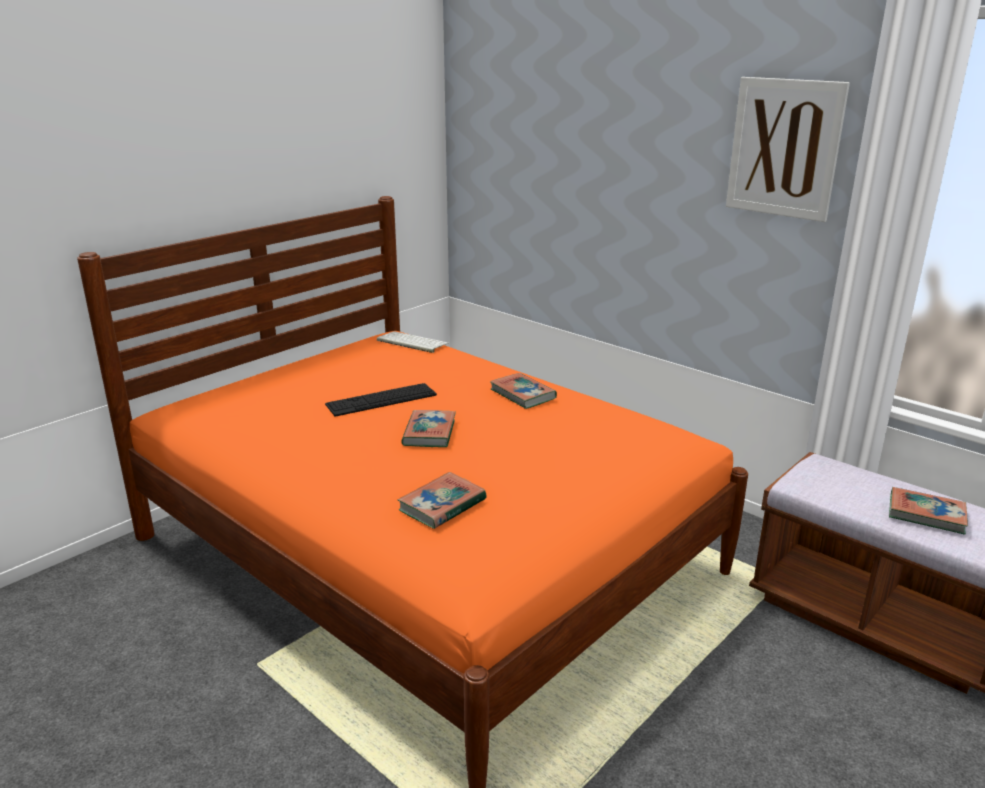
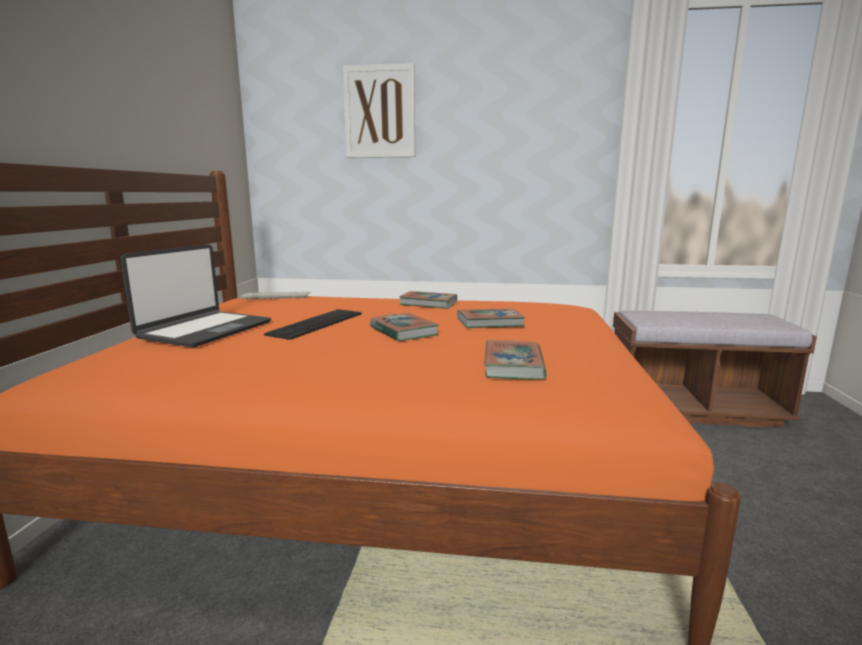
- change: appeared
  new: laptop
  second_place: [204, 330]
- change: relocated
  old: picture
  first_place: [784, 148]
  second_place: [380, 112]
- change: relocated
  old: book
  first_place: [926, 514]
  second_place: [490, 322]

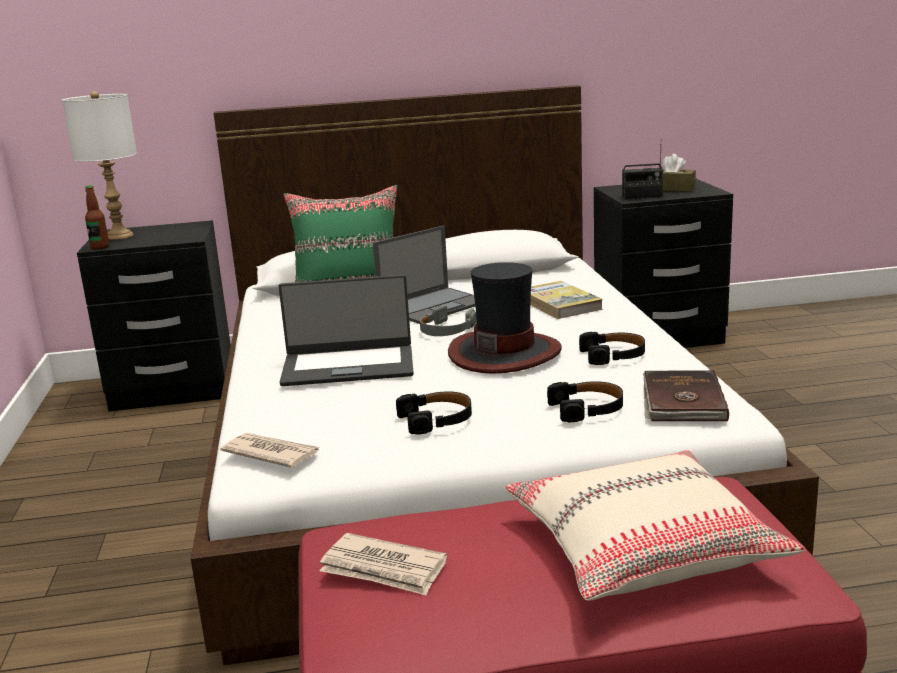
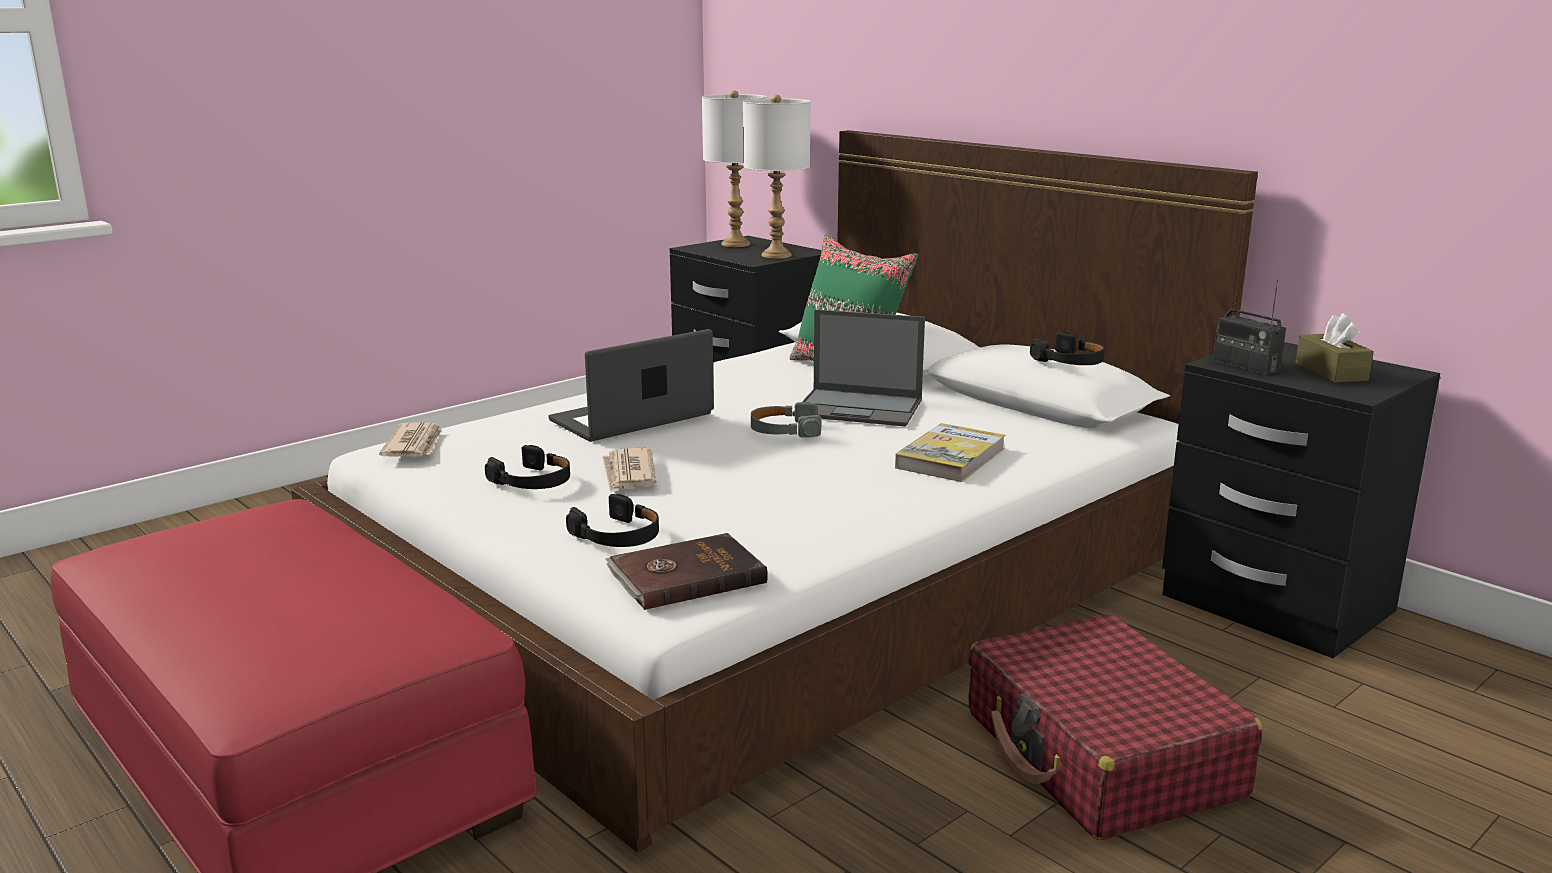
- change: spun
  old: laptop
  first_place: [348, 366]
  second_place: [633, 418]
  degrees: 90
- change: relocated
  old: newspaper
  first_place: [383, 569]
  second_place: [628, 474]
- change: appeared
  new: white table lamp
  second_place: [777, 255]
- change: appeared
  new: red suitcase
  second_place: [1101, 755]
- change: relocated
  old: black headphones
  first_place: [613, 355]
  second_place: [1070, 361]
- change: missing
  old: bottle
  first_place: [100, 247]
- change: missing
  old: hat
  first_place: [504, 353]
- change: missing
  old: beige pillow
  first_place: [643, 546]

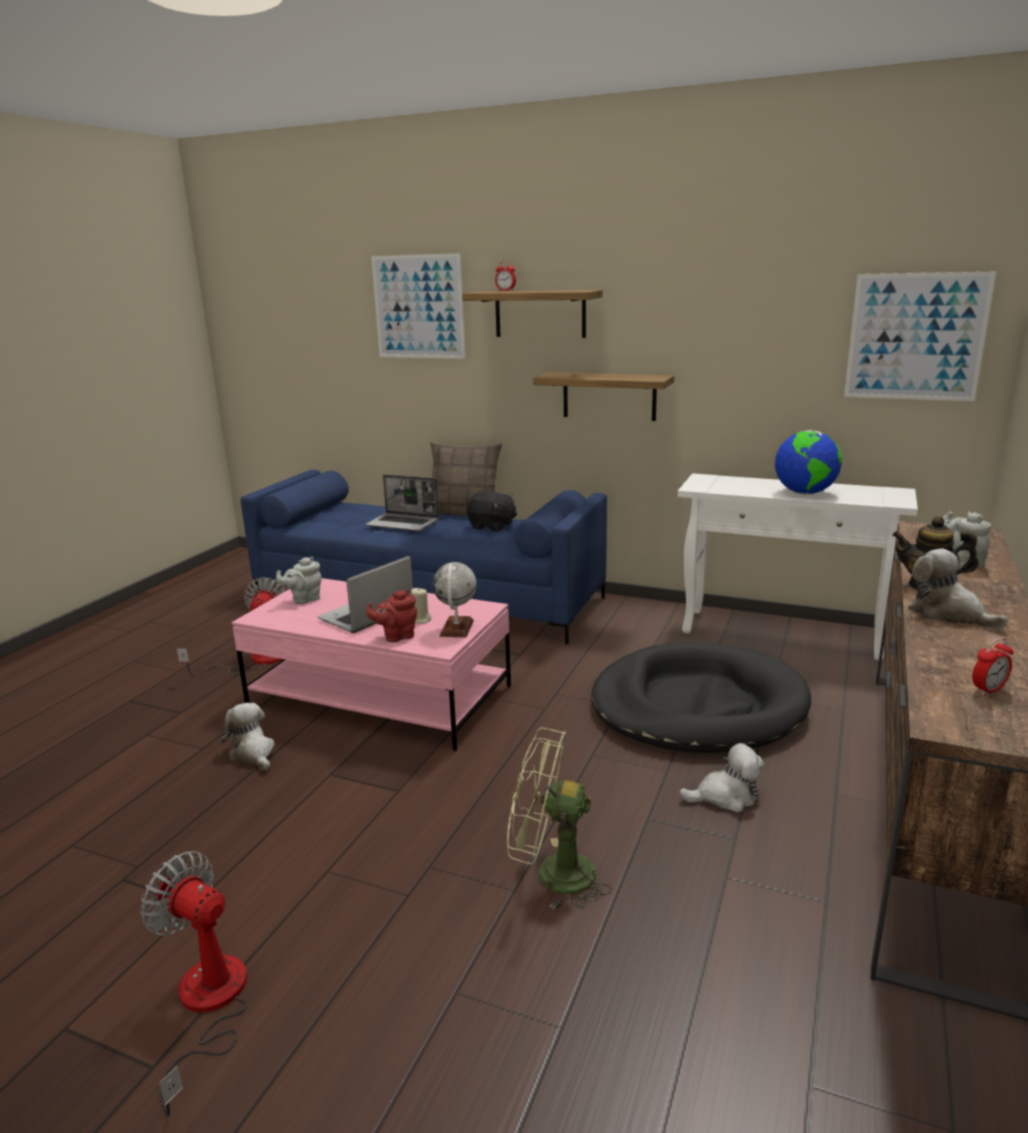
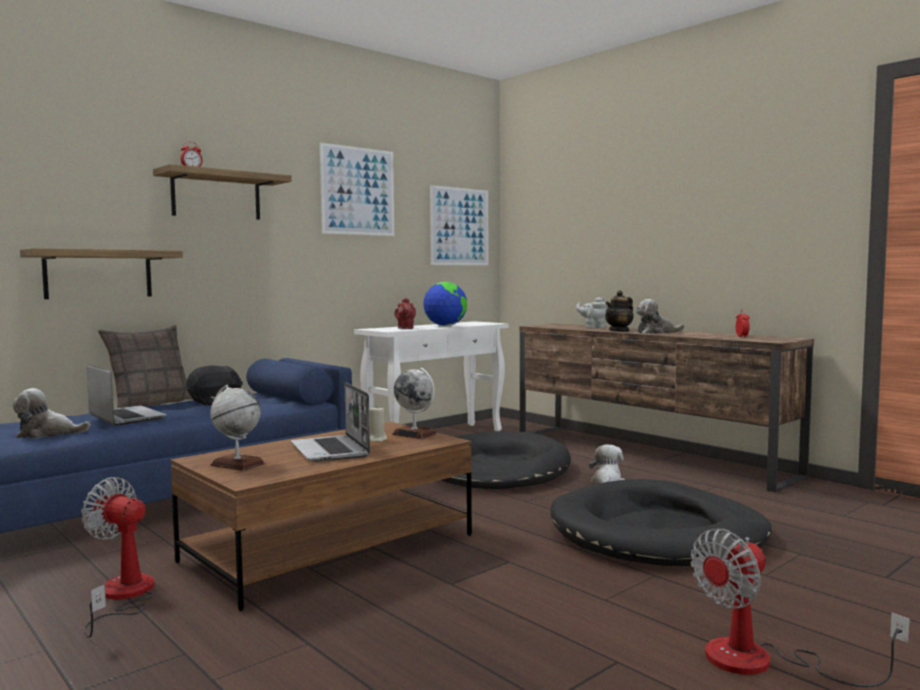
- change: relocated
  old: plush toy
  first_place: [253, 753]
  second_place: [47, 434]
- change: relocated
  old: shelf
  first_place: [609, 396]
  second_place: [98, 274]
- change: spun
  old: laptop
  first_place: [404, 523]
  second_place: [125, 417]
  degrees: -90
- change: colour
  old: pink coffee table
  new: brown coffee table
  first_place: [380, 696]
  second_place: [330, 548]
- change: exchanged
  old: grey teapot
  new: globe
  first_place: [304, 599]
  second_place: [237, 464]
- change: relocated
  old: picture
  first_place: [418, 307]
  second_place: [358, 191]
- change: relocated
  old: red teapot
  first_place: [396, 636]
  second_place: [405, 328]
- change: exchanged
  old: green fan
  new: black dog bed
  first_place: [552, 874]
  second_place: [658, 533]

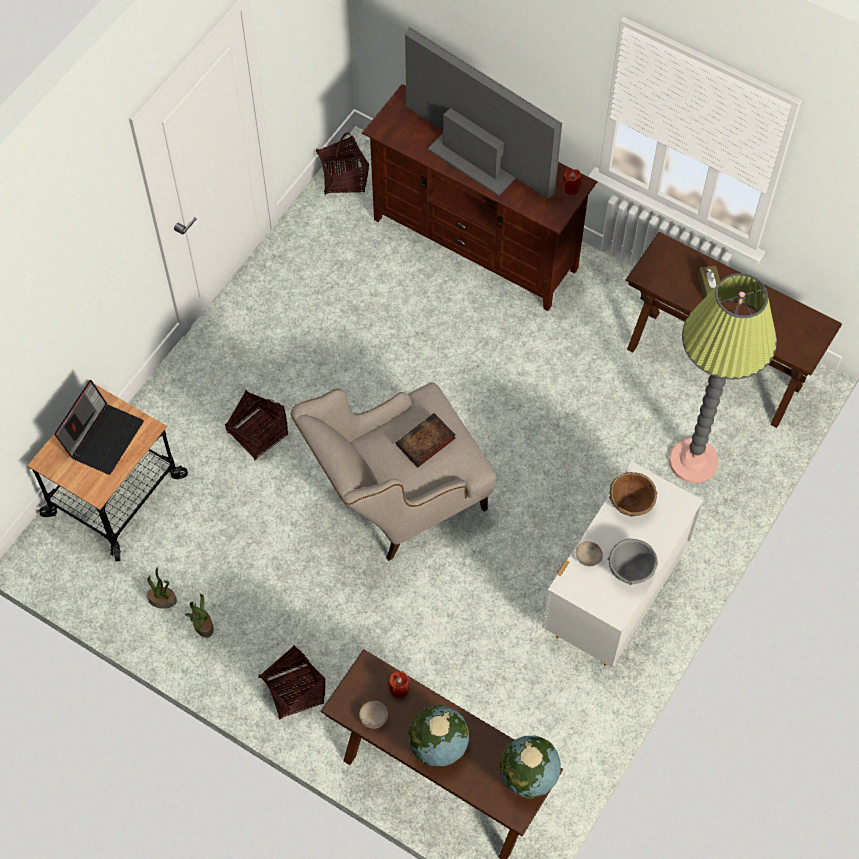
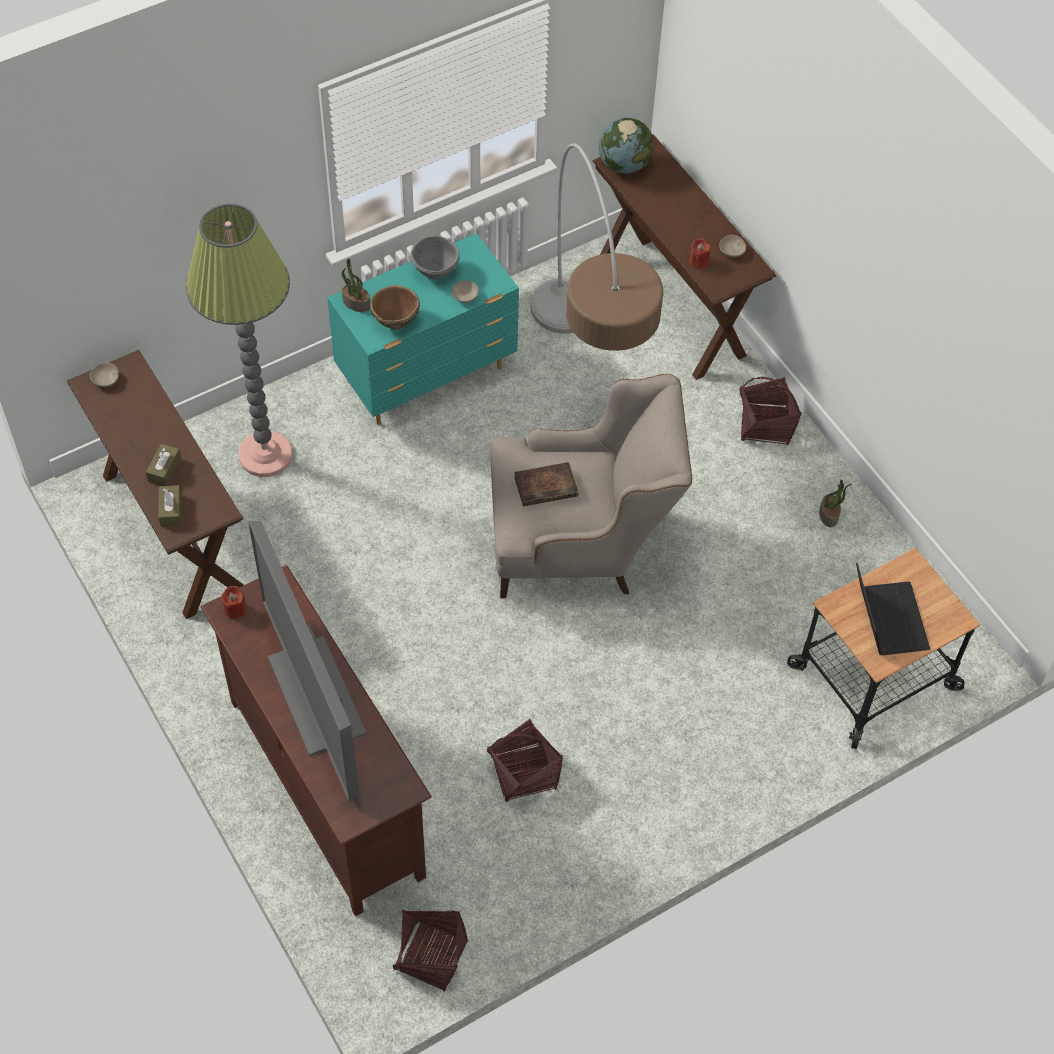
- change: appeared
  new: beige bowl
  second_place: [105, 379]
- change: appeared
  new: brown tissue box
  second_place: [171, 510]
- change: colour
  old: white dresser
  new: turquoise dresser
  first_place: [612, 597]
  second_place: [428, 377]
- change: relocated
  old: potted plant
  first_place: [163, 599]
  second_place: [355, 303]
- change: relocated
  old: basket
  first_place: [257, 434]
  second_place: [524, 773]
- change: appeared
  new: floor lamp
  second_place: [586, 379]
- change: spun
  old: laptop
  first_place: [103, 437]
  second_place: [886, 619]
  degrees: 120
- change: missing
  old: globe
  first_place: [438, 745]

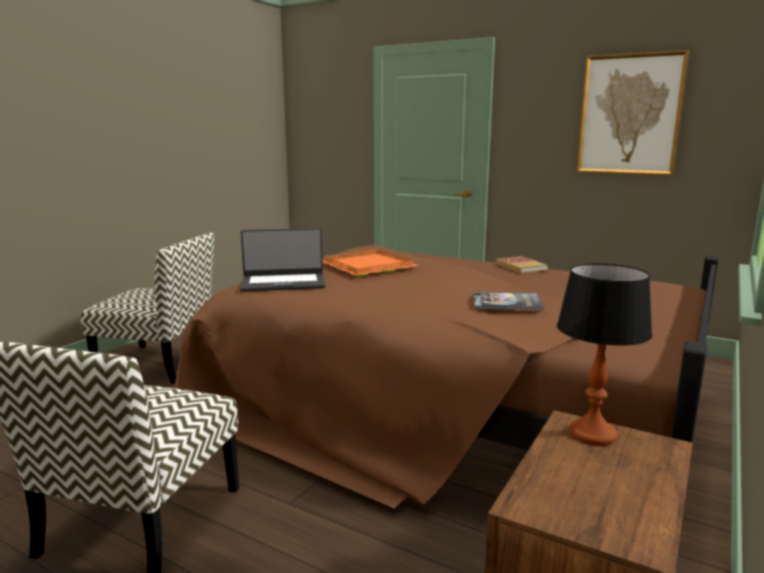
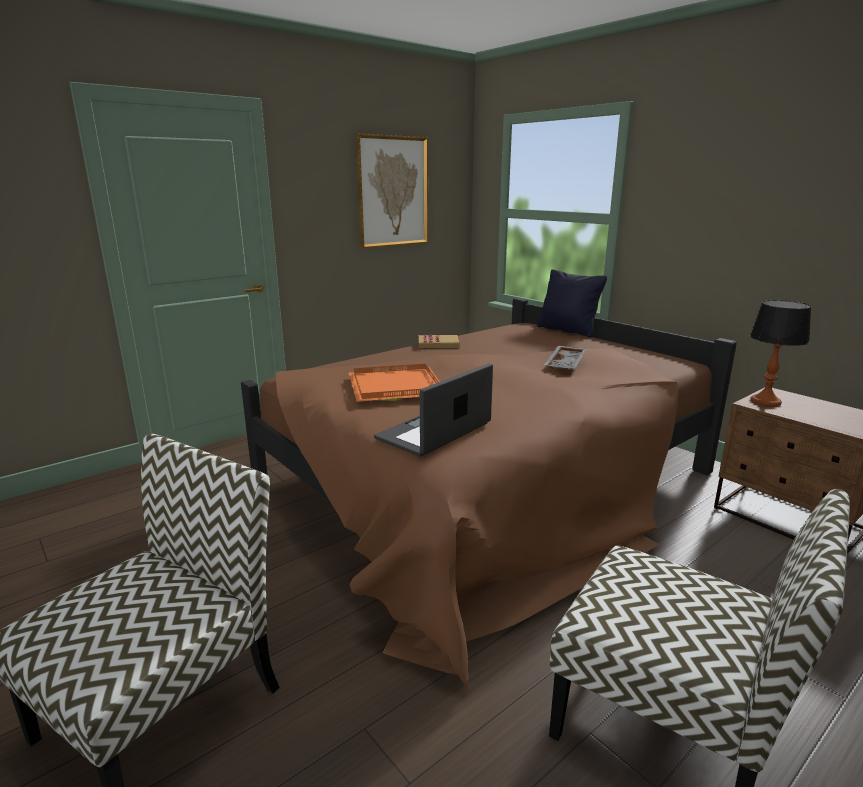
- change: spun
  old: laptop
  first_place: [283, 283]
  second_place: [435, 432]
  degrees: -150
- change: appeared
  new: black pillow
  second_place: [567, 330]
- change: exchanged
  old: book
  new: grey tray
  first_place: [506, 302]
  second_place: [566, 364]

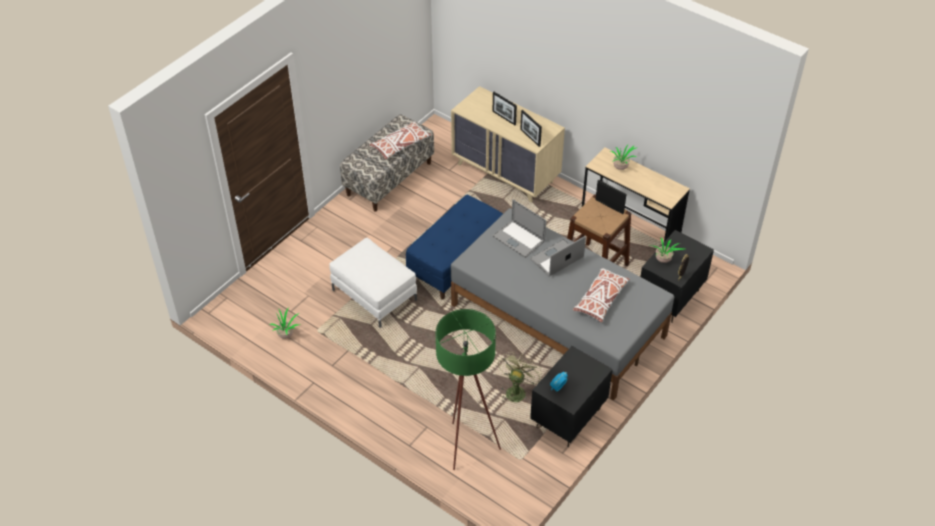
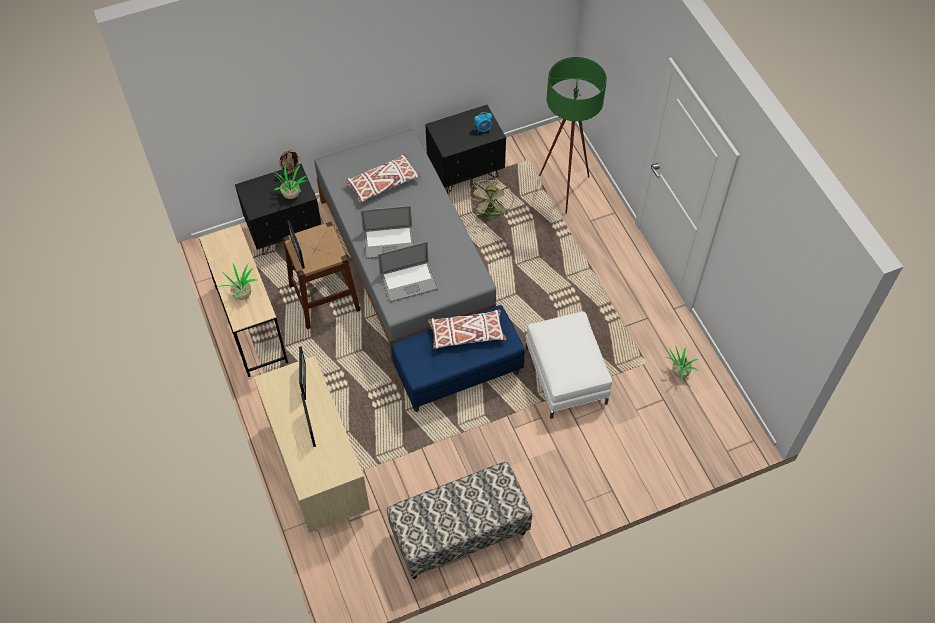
- change: spun
  old: laptop
  first_place: [518, 239]
  second_place: [409, 281]
  degrees: 90
- change: relocated
  old: white pillow
  first_place: [400, 145]
  second_place: [466, 334]
- change: spun
  old: green fan
  first_place: [516, 390]
  second_place: [491, 215]
  degrees: -45

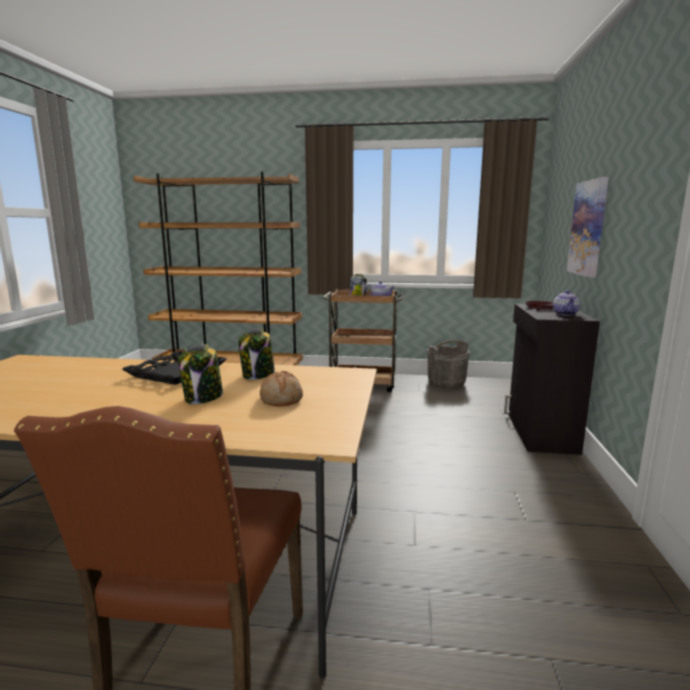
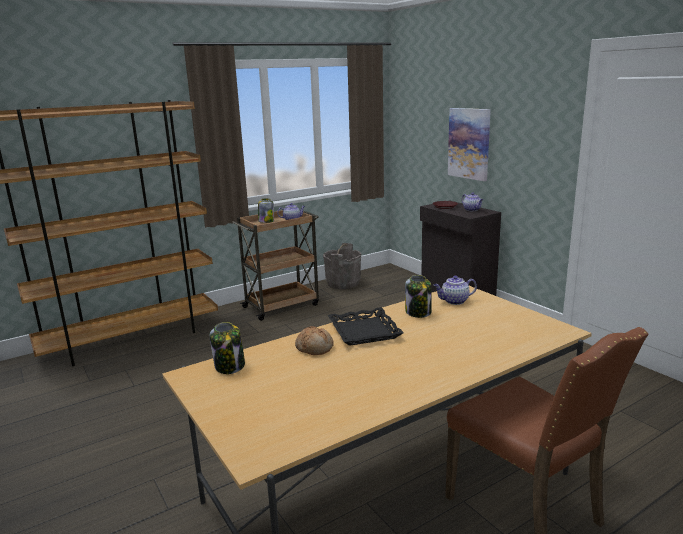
- change: relocated
  old: jar
  first_place: [203, 398]
  second_place: [230, 366]
- change: relocated
  old: bread
  first_place: [282, 399]
  second_place: [315, 348]
- change: appeared
  new: teapot
  second_place: [454, 301]

